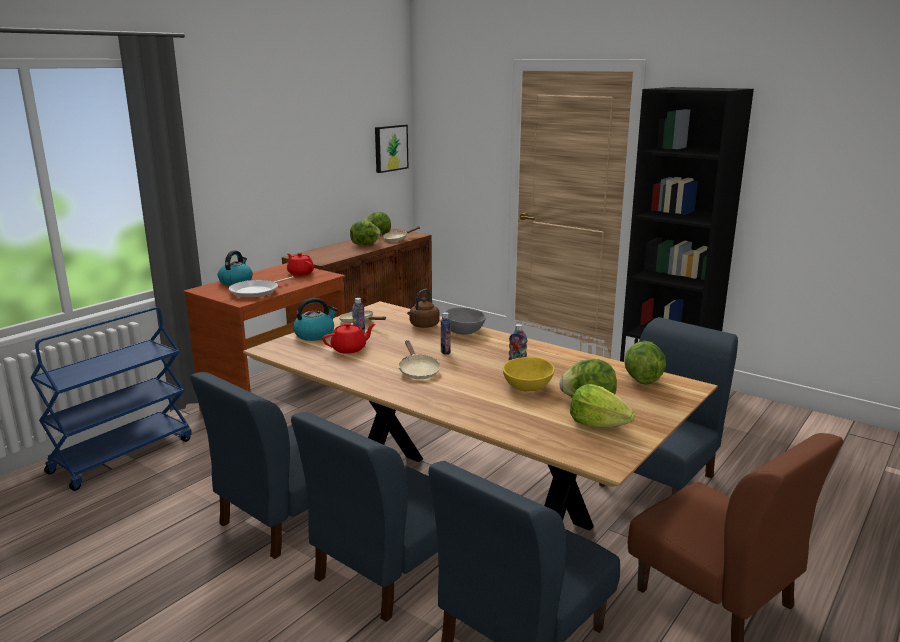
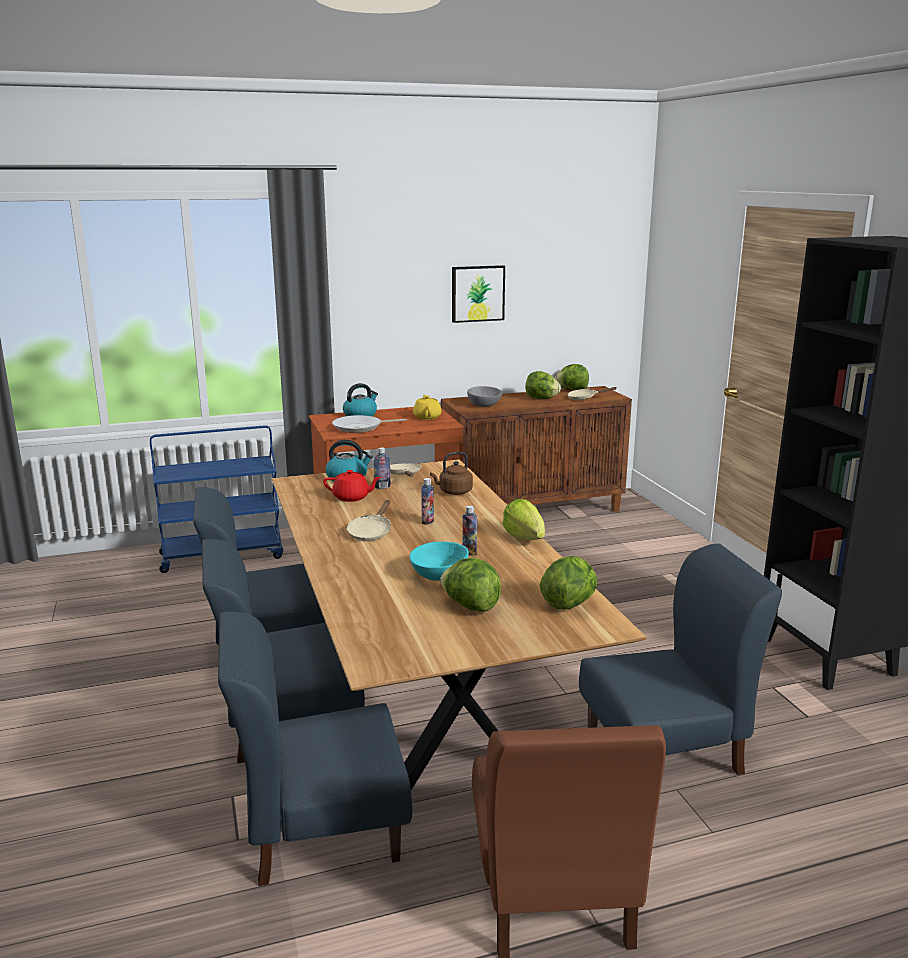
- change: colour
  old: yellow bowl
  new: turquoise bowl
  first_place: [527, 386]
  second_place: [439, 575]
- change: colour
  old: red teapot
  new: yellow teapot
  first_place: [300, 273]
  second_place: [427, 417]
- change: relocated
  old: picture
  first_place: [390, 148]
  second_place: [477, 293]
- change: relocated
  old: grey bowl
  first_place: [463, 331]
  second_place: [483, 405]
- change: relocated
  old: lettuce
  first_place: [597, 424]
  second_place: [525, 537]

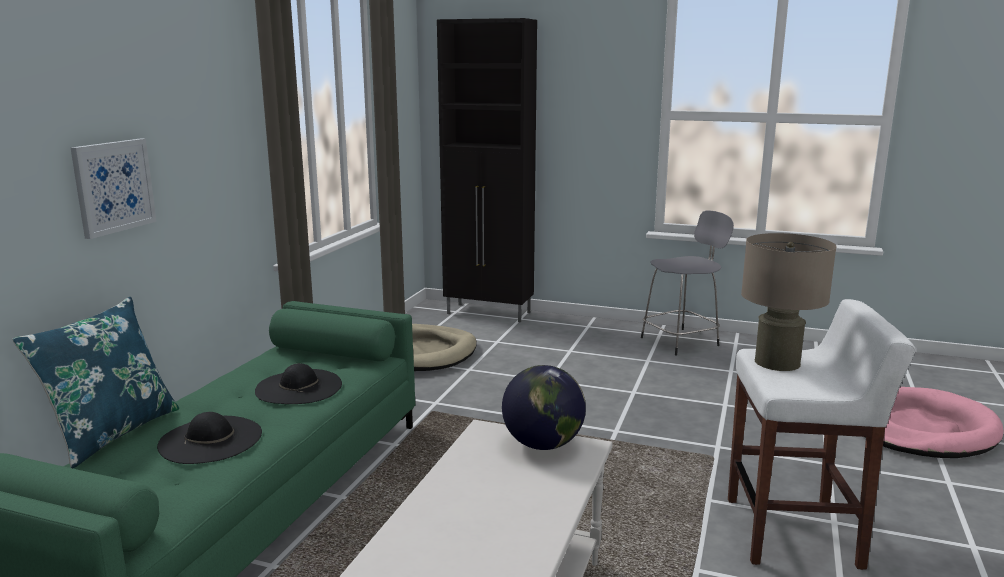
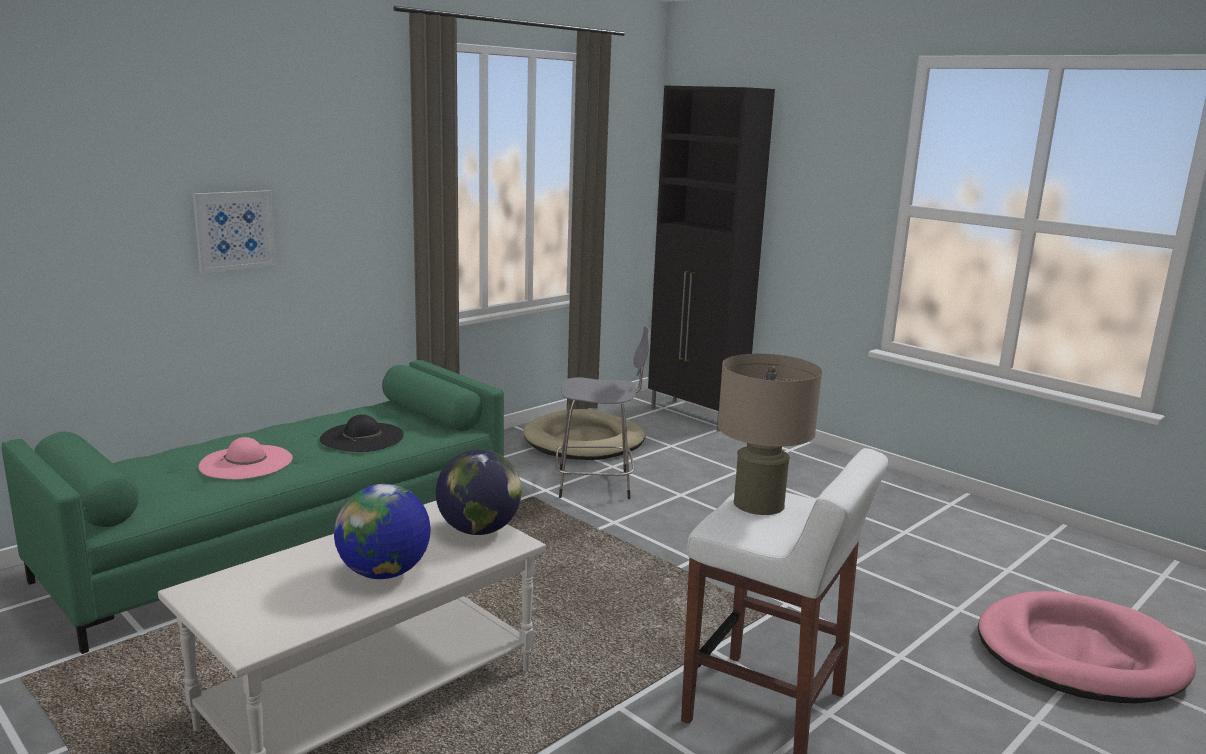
- change: colour
  old: black hat
  new: pink hat
  first_place: [211, 439]
  second_place: [246, 462]
- change: appeared
  new: globe
  second_place: [384, 573]
- change: relocated
  old: grey stool
  first_place: [681, 341]
  second_place: [597, 484]
- change: missing
  old: blue pillow
  first_place: [112, 433]

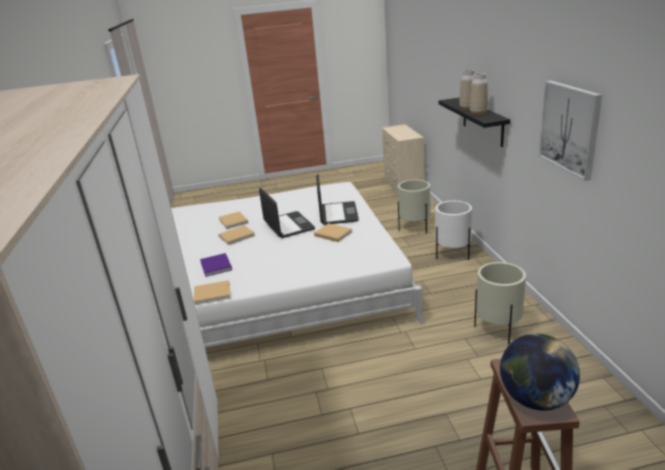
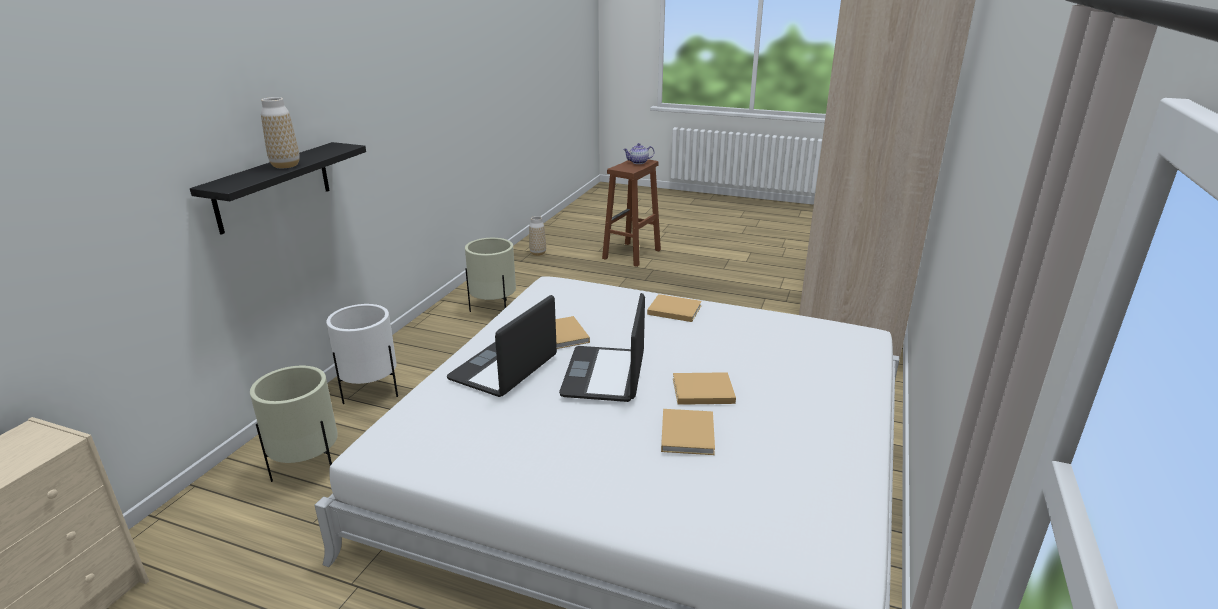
- change: relocated
  old: vase
  first_place: [478, 113]
  second_place: [538, 253]
- change: exchanged
  old: globe
  new: teapot
  first_place: [535, 399]
  second_place: [638, 162]
- change: relocated
  old: beige book
  first_place: [213, 293]
  second_place: [673, 309]
- change: missing
  old: purple book
  first_place: [216, 266]
- change: missing
  old: picture
  first_place: [569, 128]

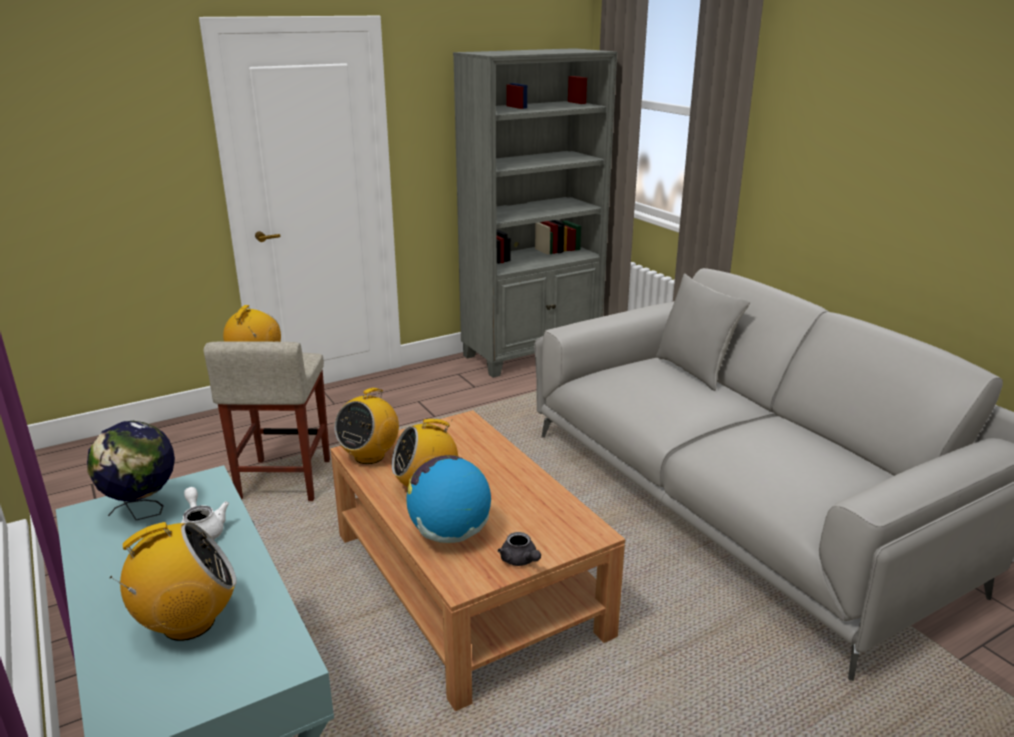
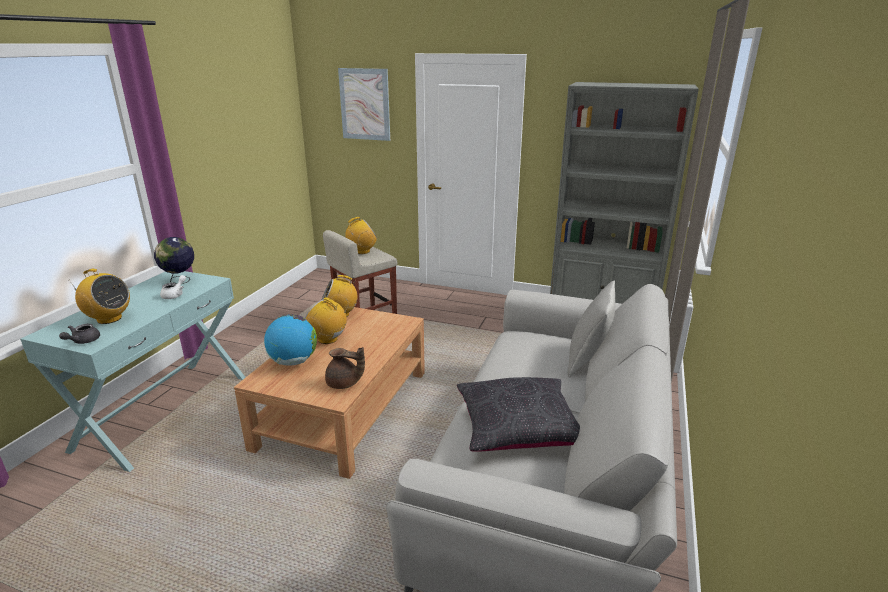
- change: relocated
  old: grey teapot
  first_place: [520, 561]
  second_place: [83, 341]
- change: appeared
  new: brown teapot
  second_place: [344, 384]
- change: appeared
  new: picture
  second_place: [365, 104]
- change: appeared
  new: black pillow
  second_place: [518, 428]

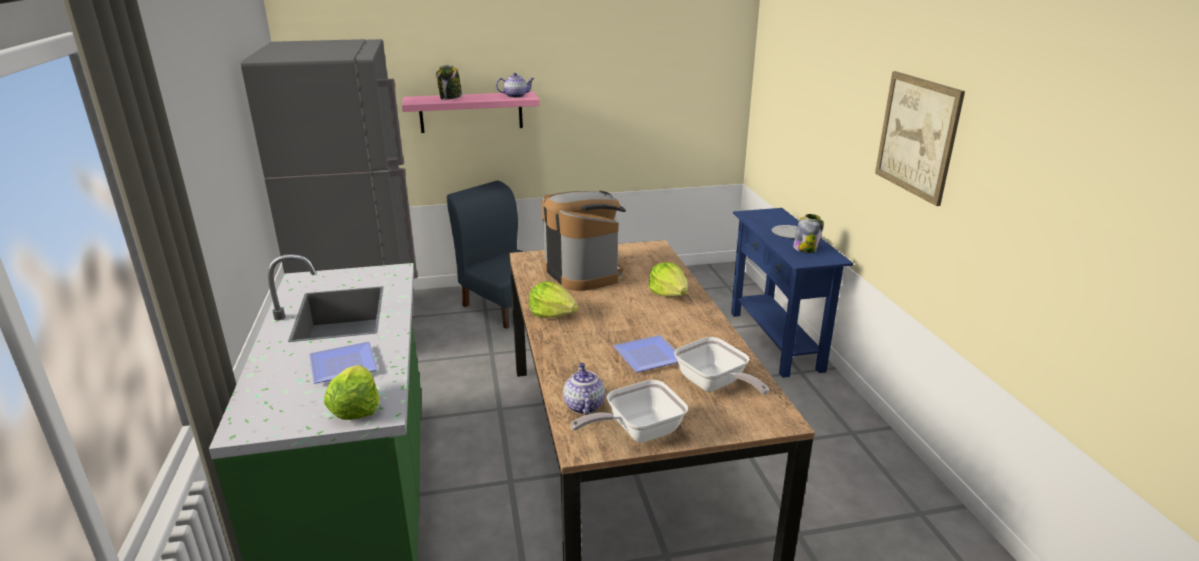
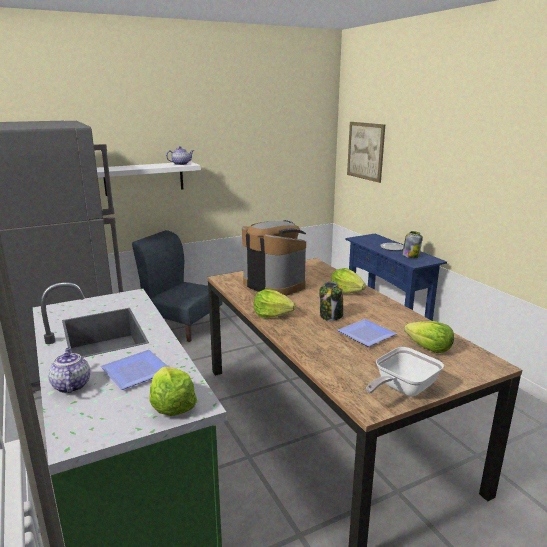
- change: relocated
  old: teapot
  first_place: [583, 405]
  second_place: [71, 385]
- change: colour
  old: pink shelf
  new: white shelf
  first_place: [471, 112]
  second_place: [144, 178]
- change: relocated
  old: jar
  first_place: [450, 98]
  second_place: [331, 316]
- change: relocated
  old: picture
  first_place: [917, 136]
  second_place: [365, 151]
- change: exchanged
  old: frying pan
  new: lettuce
  first_place: [714, 385]
  second_place: [429, 348]

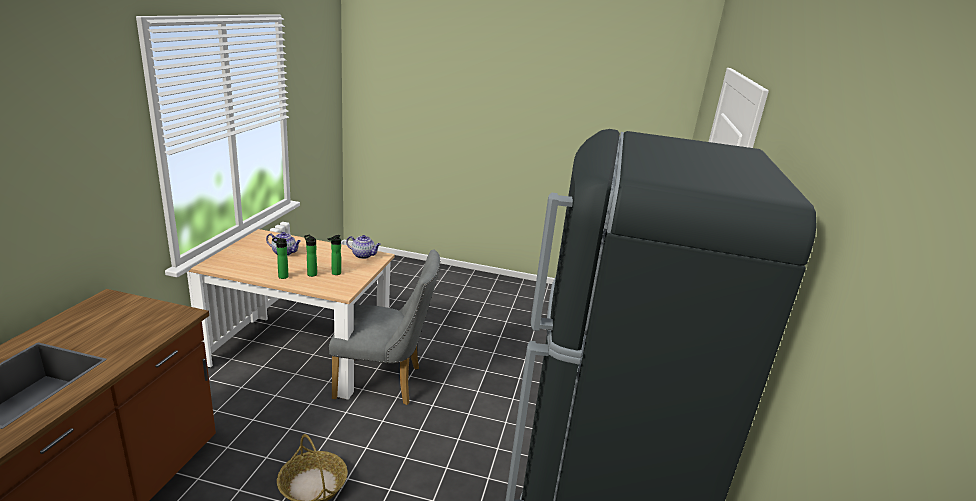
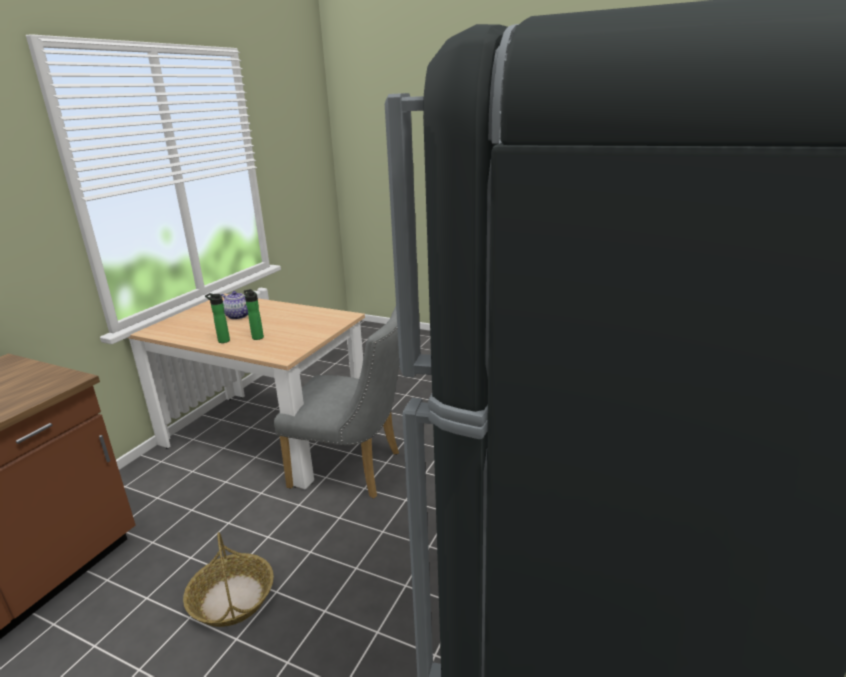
- change: missing
  old: bottle
  first_place: [335, 273]
- change: missing
  old: teapot
  first_place: [364, 255]

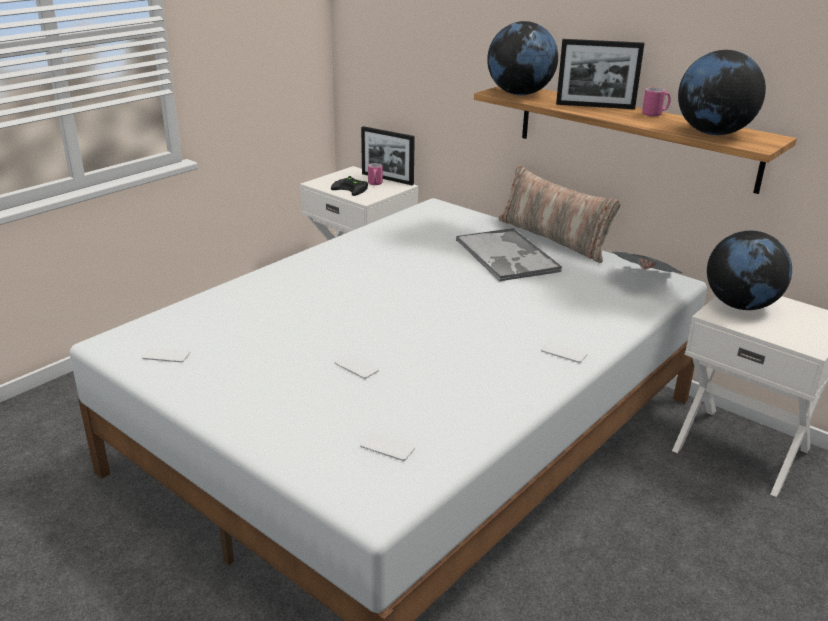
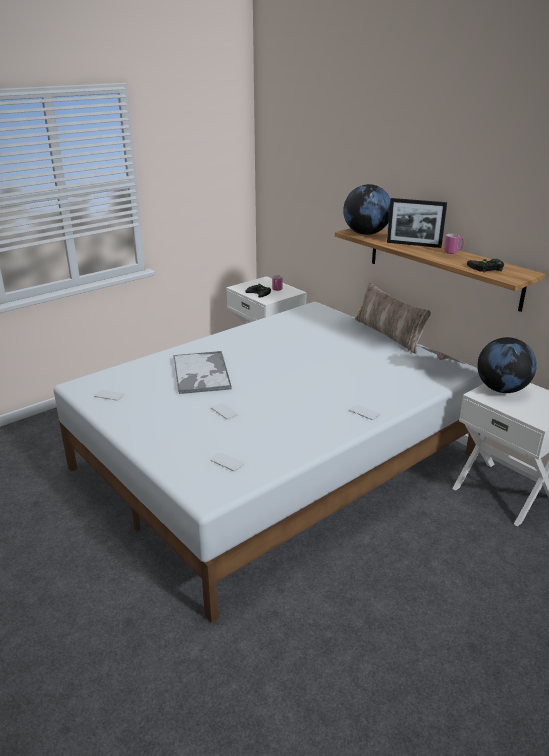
- change: relocated
  old: tray
  first_place: [507, 256]
  second_place: [201, 373]
- change: exchanged
  old: globe
  new: black game controller
  first_place: [713, 133]
  second_place: [485, 268]
- change: missing
  old: picture frame
  first_place: [387, 179]

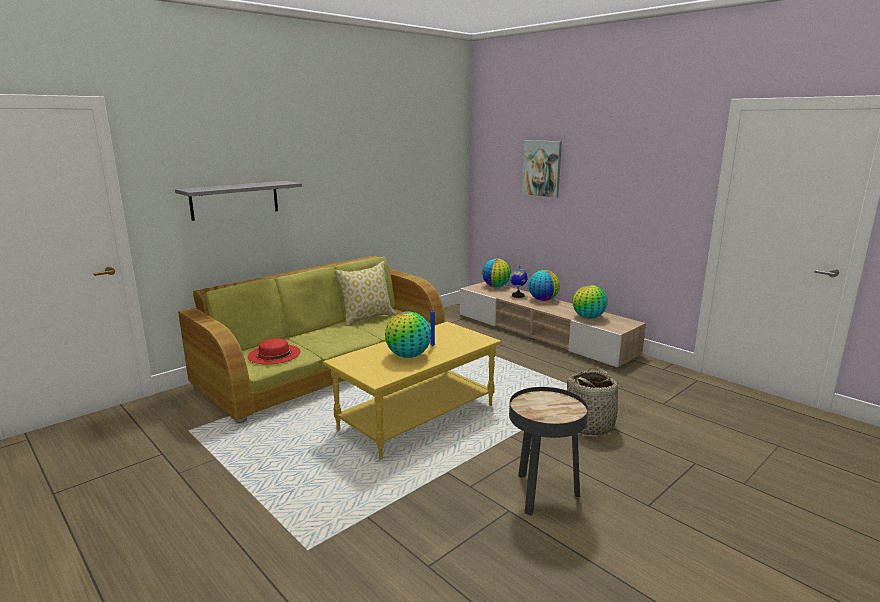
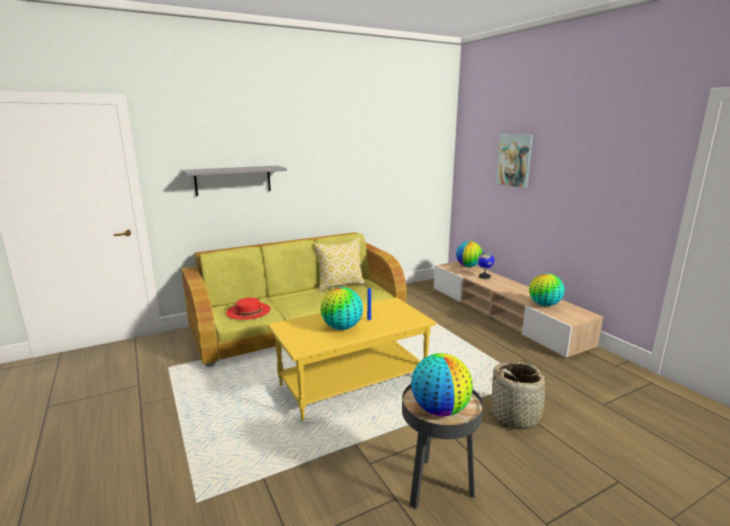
- change: relocated
  old: globe
  first_place: [543, 300]
  second_place: [440, 410]

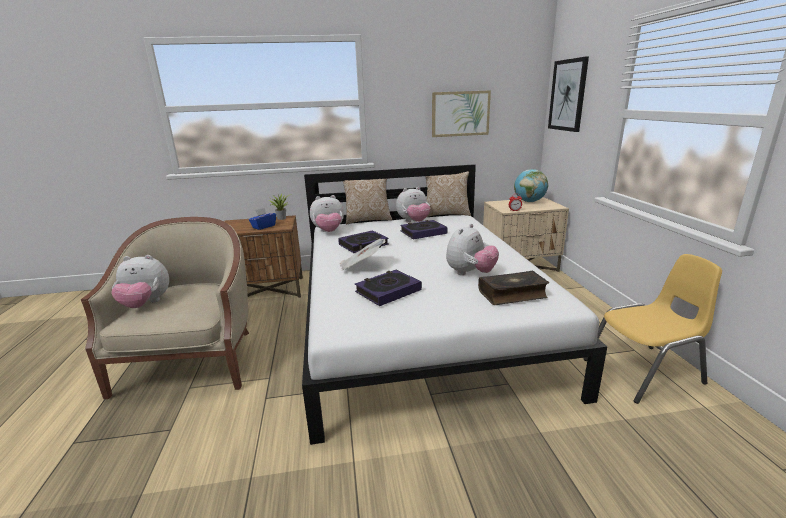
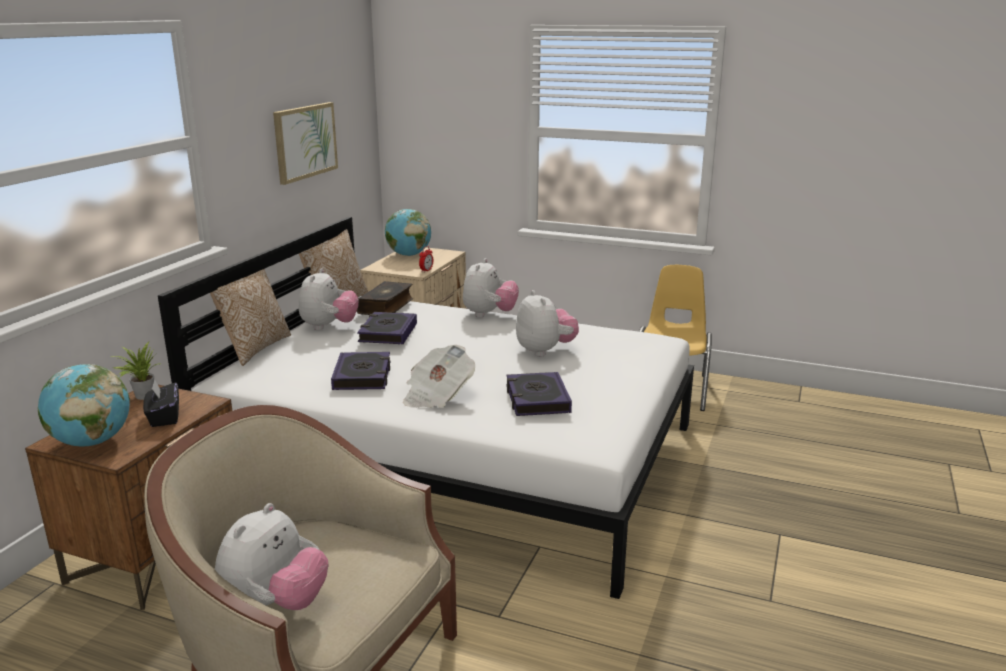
- change: appeared
  new: globe
  second_place: [92, 442]
- change: colour
  old: blue tissue box
  new: black tissue box
  first_place: [263, 226]
  second_place: [164, 417]
- change: relocated
  old: book
  first_place: [512, 294]
  second_place: [386, 306]
- change: relocated
  old: plush toy
  first_place: [328, 232]
  second_place: [489, 314]
- change: missing
  old: picture
  first_place: [568, 95]

